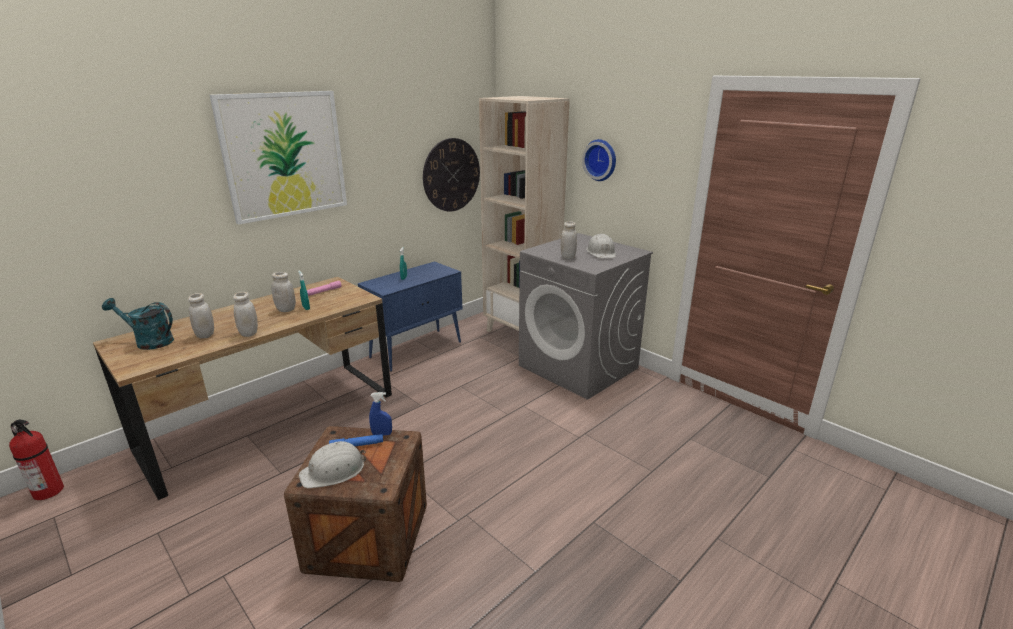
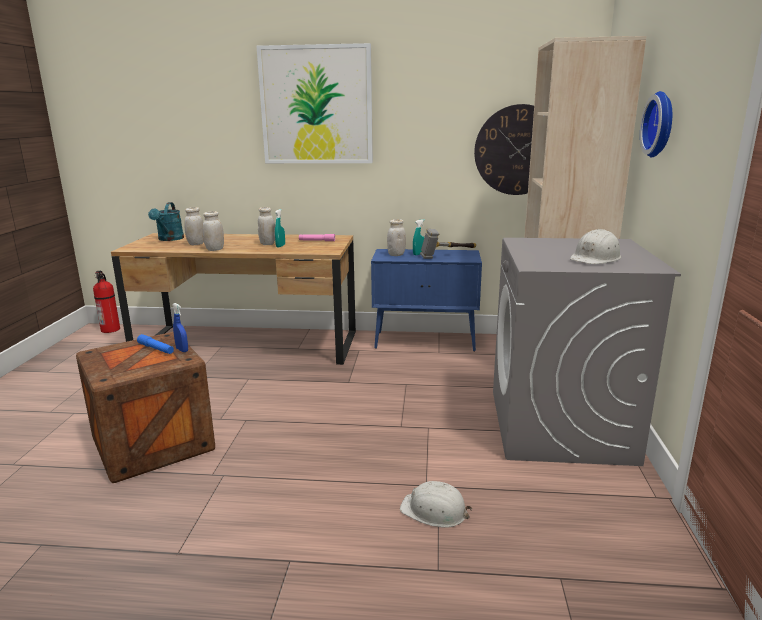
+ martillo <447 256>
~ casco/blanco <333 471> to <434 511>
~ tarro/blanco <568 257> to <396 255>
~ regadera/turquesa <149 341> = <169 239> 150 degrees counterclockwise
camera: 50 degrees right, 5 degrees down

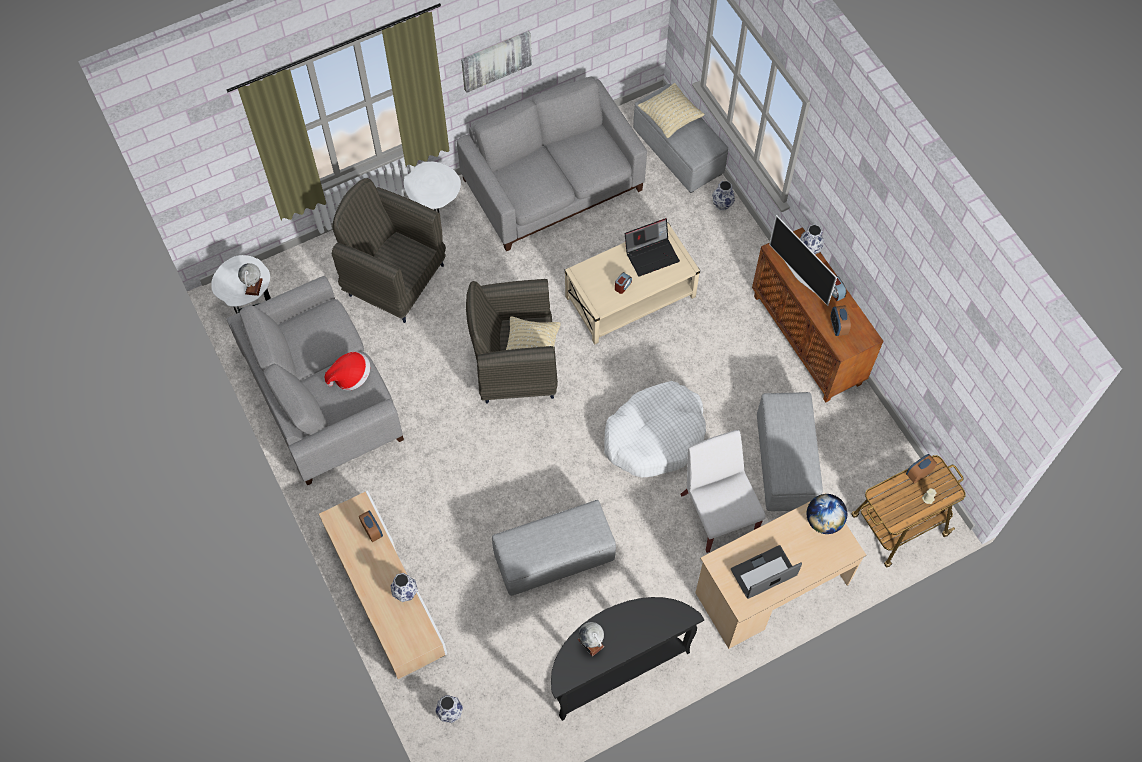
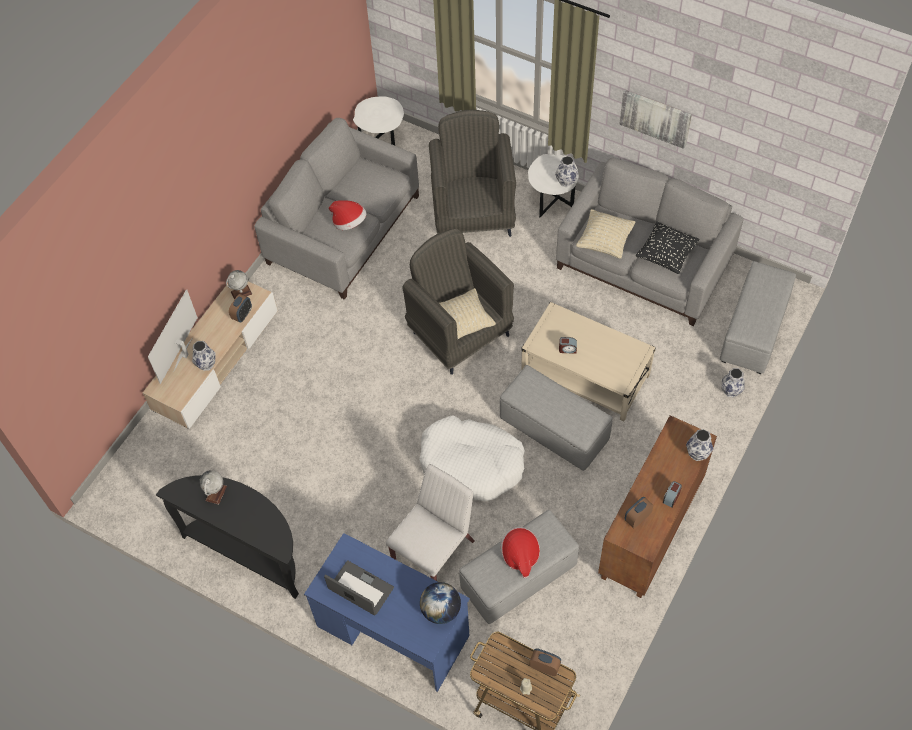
- portátil <652 254>
+ sombrero <520 555>
+ cojín/negro <665 255>
~ globo terráqueo <254 286> to <241 293>
~ florero <450 712> to <566 181>
~ puf/gris <553 557> to <553 429>
~ cojín/beis <670 118> to <604 242>
~ televisor <800 276> to <183 355>
~ escritorio/beis <771 589> to escritorio/azul <393 630>
camera: 60 degrees right, 5 degrees down

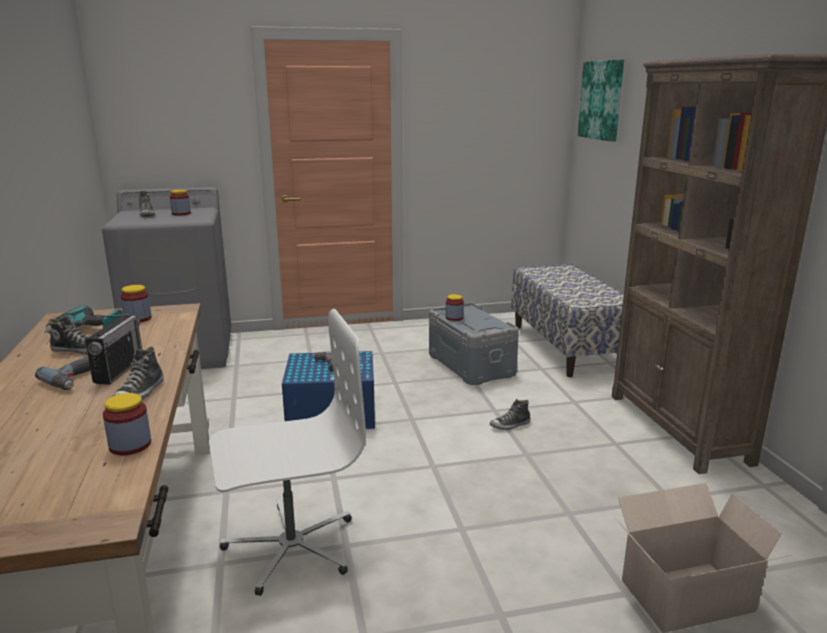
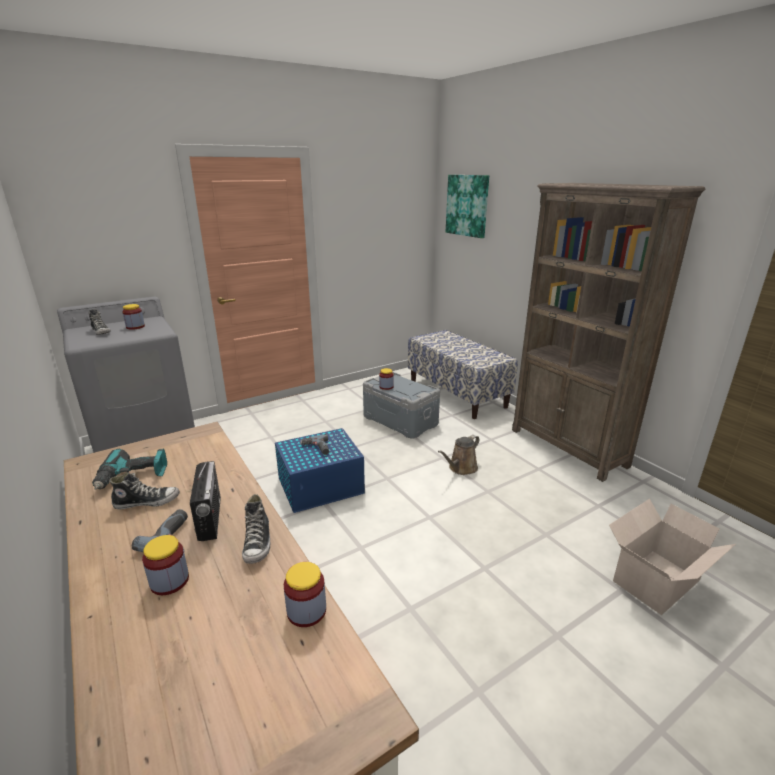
- silla de oficina/blanco <290 546>
~ tarro <137 319> to <169 581>
~ zapato <510 425> to regadera/marrón <461 468>
camera: 20 degrees left, 5 degrees up

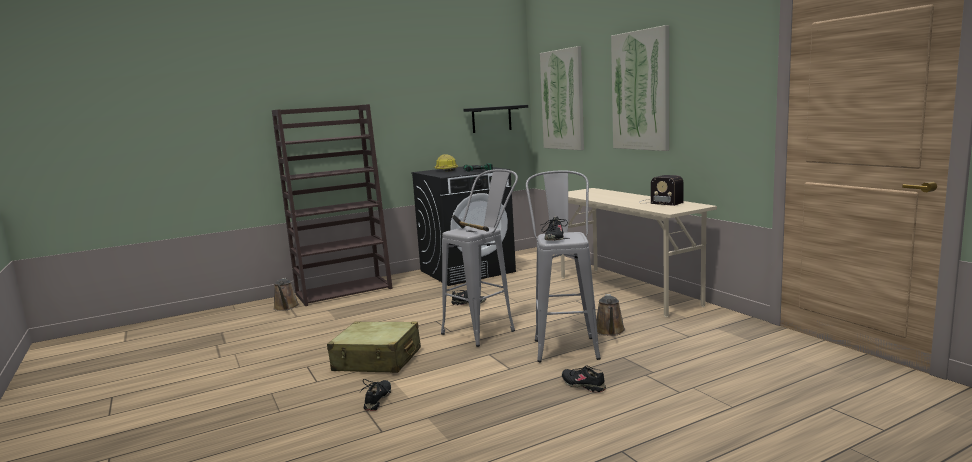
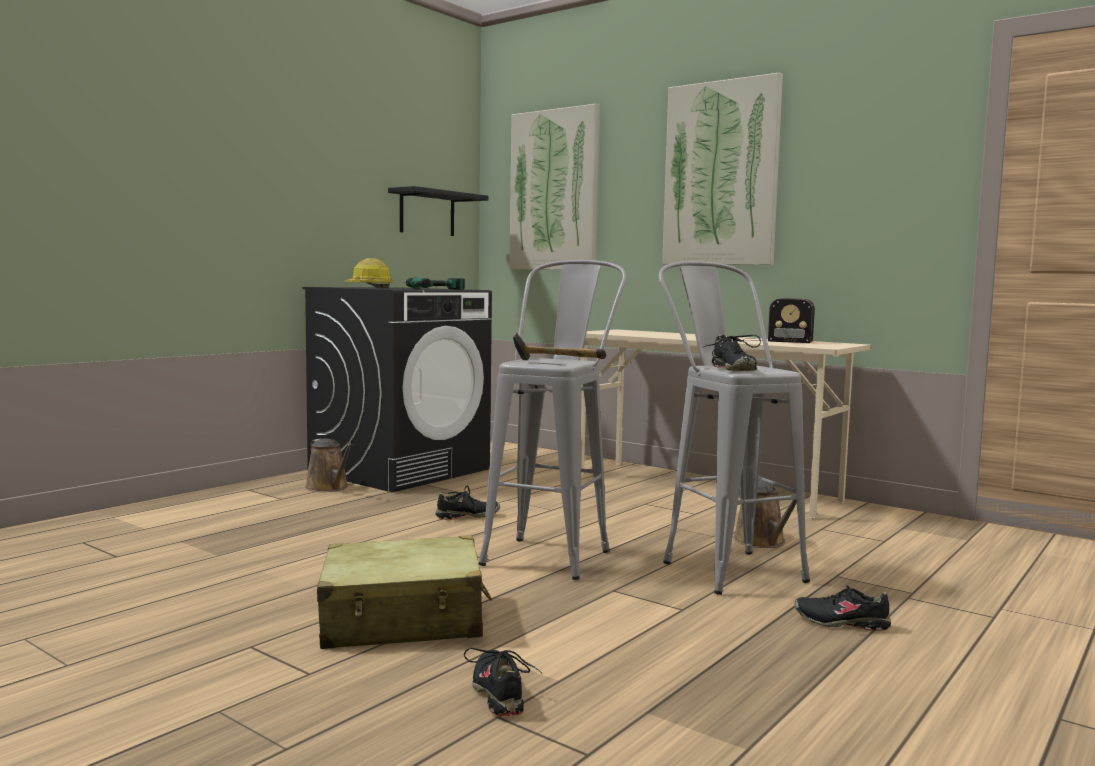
- estantería/marrón <344 291>
~ regadera/marrón <286 307> to <329 488>
camera: 25 degrees left, 5 degrees down

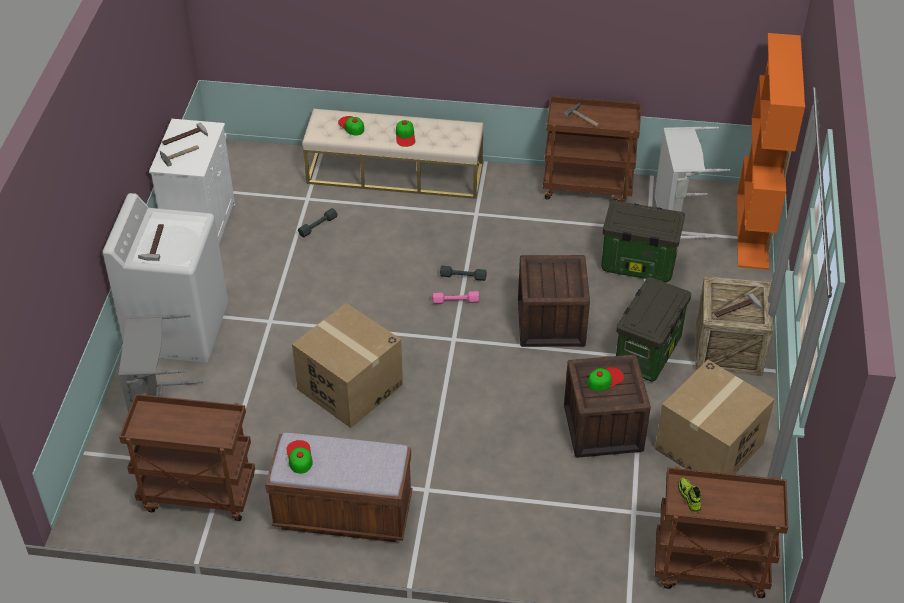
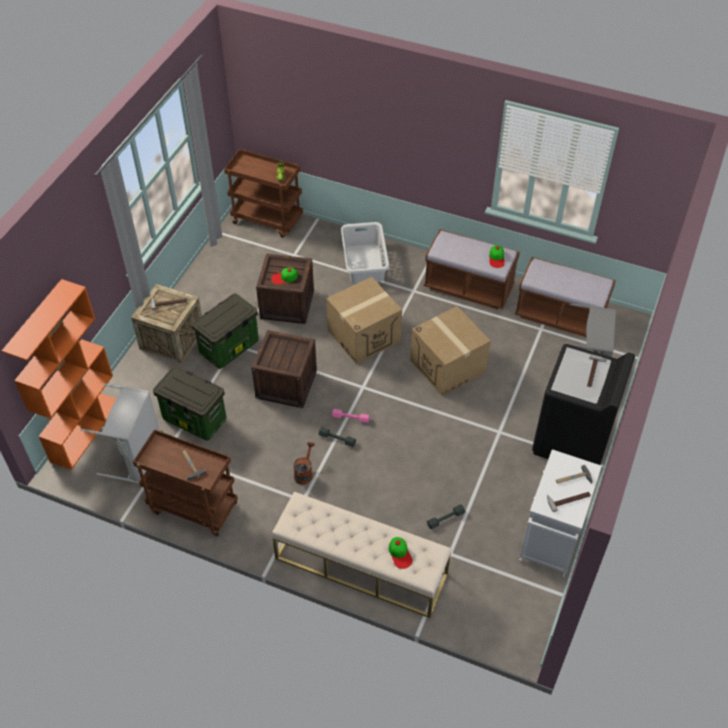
- gorra <405 136>
+ regadera/marrón <304 472>
+ cesto de la ropa/gris <364 264>
~ caja de cartón <709 447> to <364 335>
~ carrito/marrón <197 494> to banco/marrón <560 316>
~ lavadora/blanco <178 329> to lavadora/negro <572 440>
camera: 165 degrees left, 5 degrees up

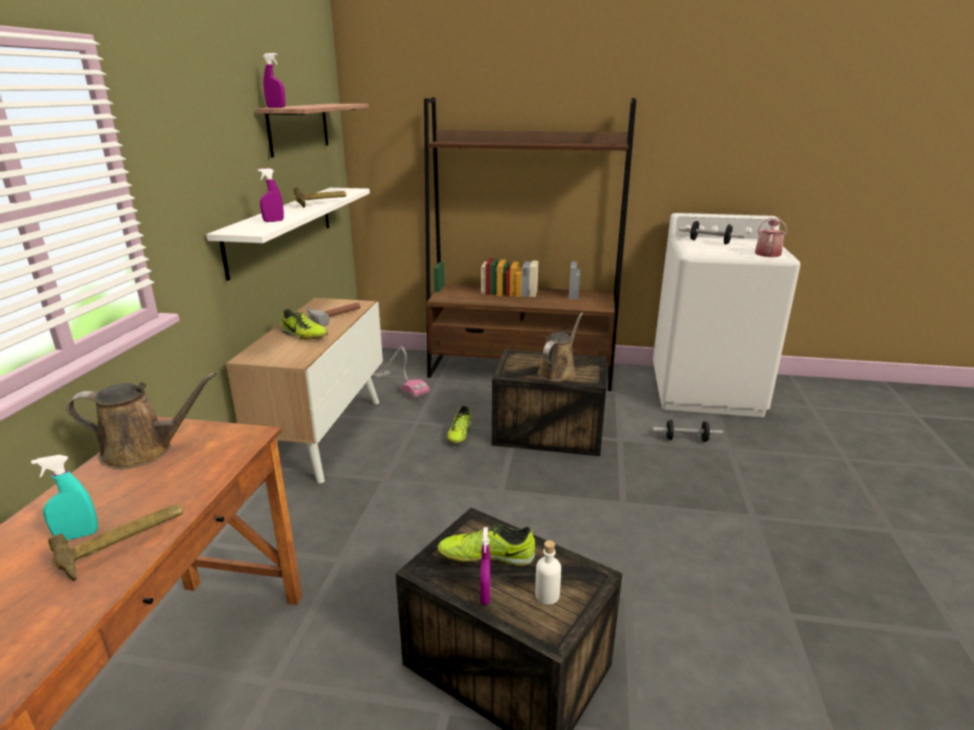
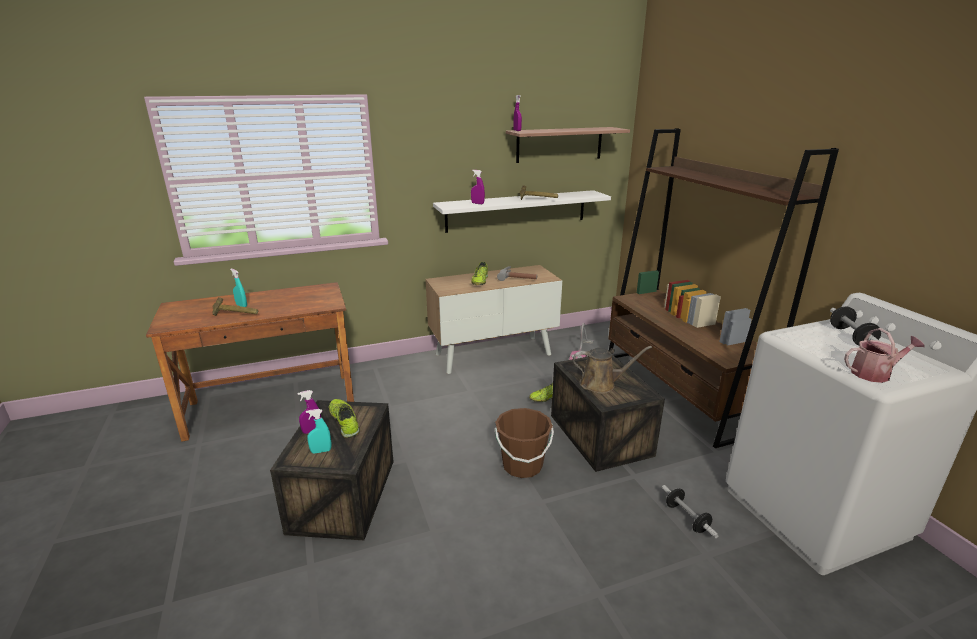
- regadera/marrón <144 451>
+ cubo/marrón <522 465>
~ botella/blanco <547 595> to pulverizador/turquesa <321 451>
camera: 60 degrees right, 0 degrees up

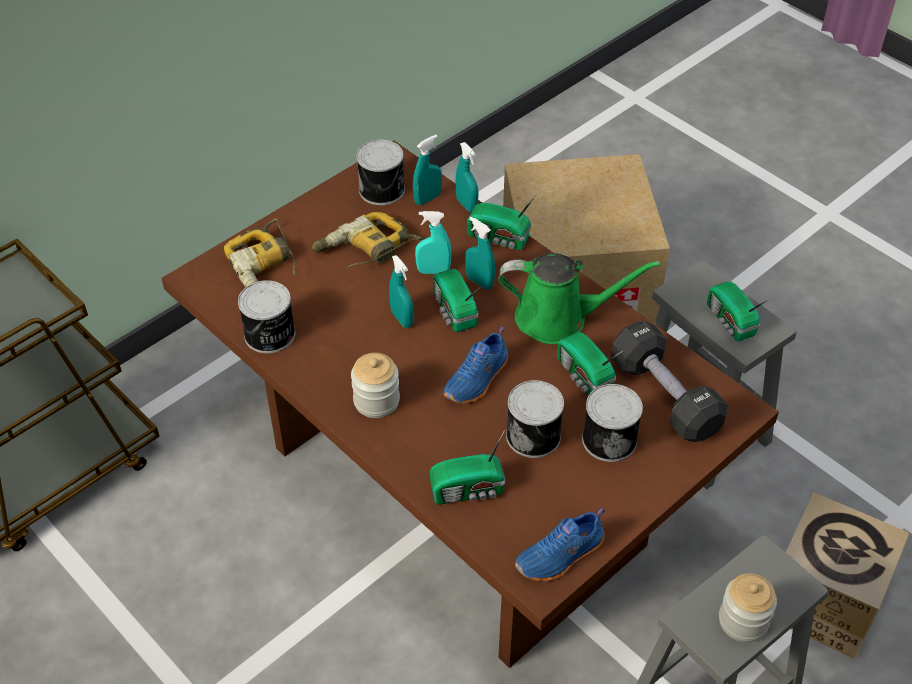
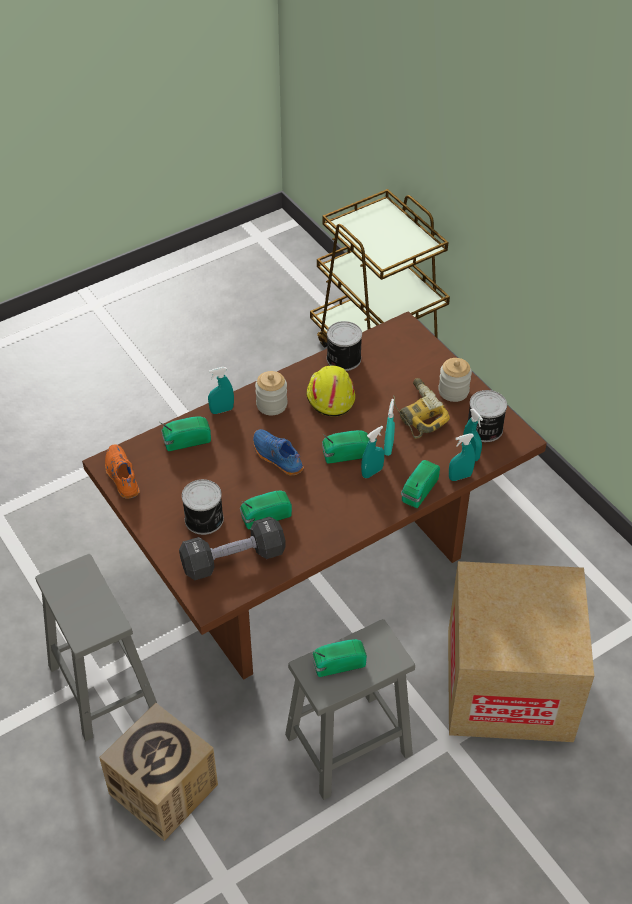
- taladro <265 267>
- regadera/verde <558 318>
- lata <534 435>
+ casco/amarillo <329 396>
~ pulverizador/turquesa <402 319> to <222 410>
~ tarro <743 621> to <453 391>
~ zapato/azul <561 556> to zapato/naranja <121 477>
~ radio <469 490> = <185 440> 75 degrees clockwise
camera: 100 degrees right, 0 degrees up

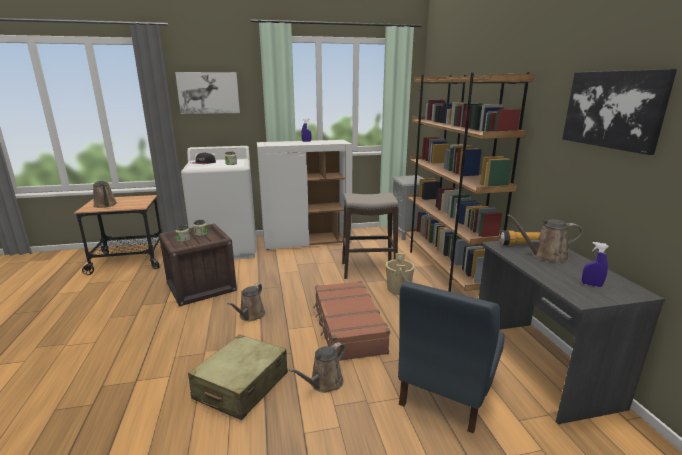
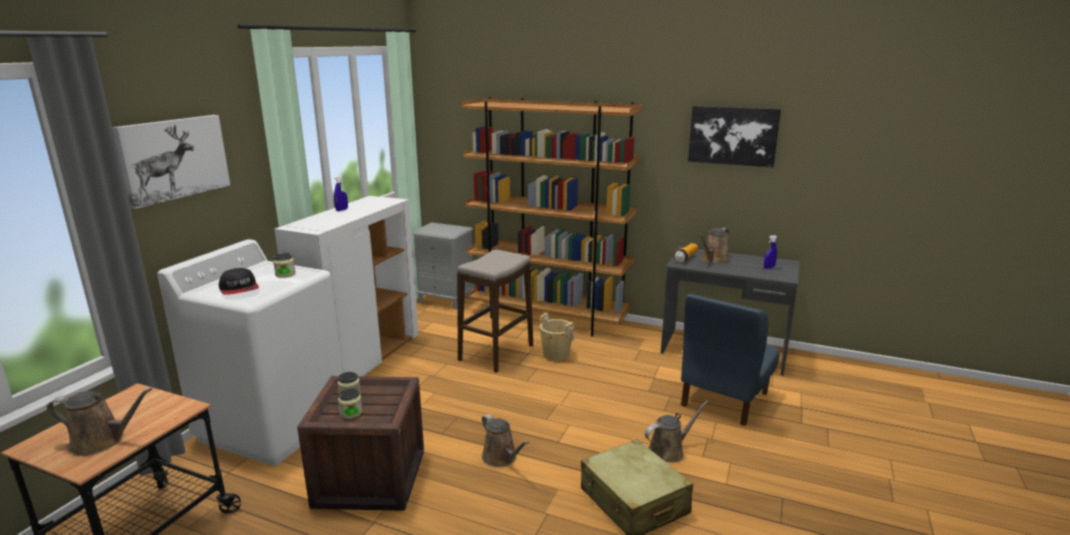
- maleta/marrón <348 328>
~ regadera/marrón <324 383> = <669 451> 105 degrees counterclockwise
~ silla/azul <445 391> = <723 399> 60 degrees clockwise
camera: 55 degrees left, 0 degrees up

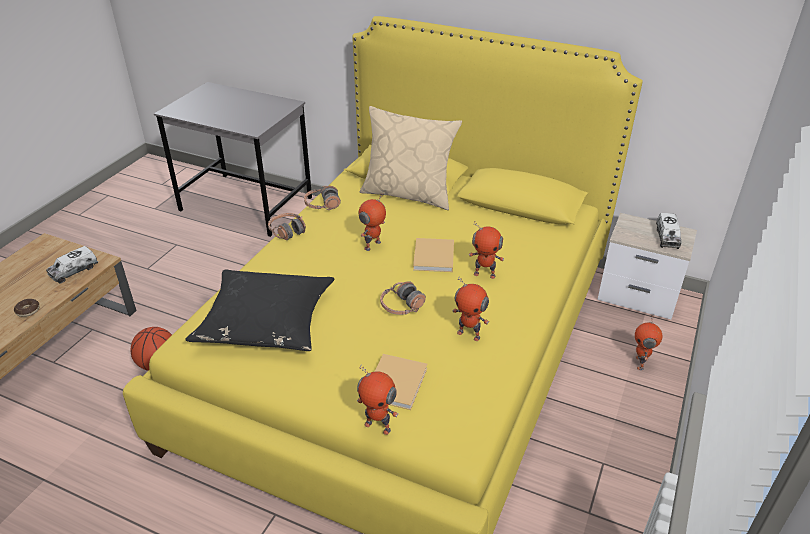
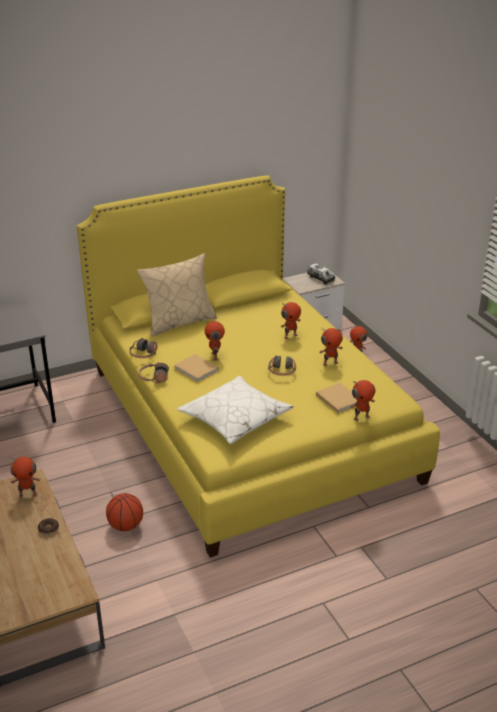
~ libro/beis <433 258> to <197 370>
~ camión de juguete <74 271> to robot de juguete <28 494>
~ cojín/negro <266 321> to cojín/blanco <235 418>
camera: 50 degrees left, 5 degrees down

